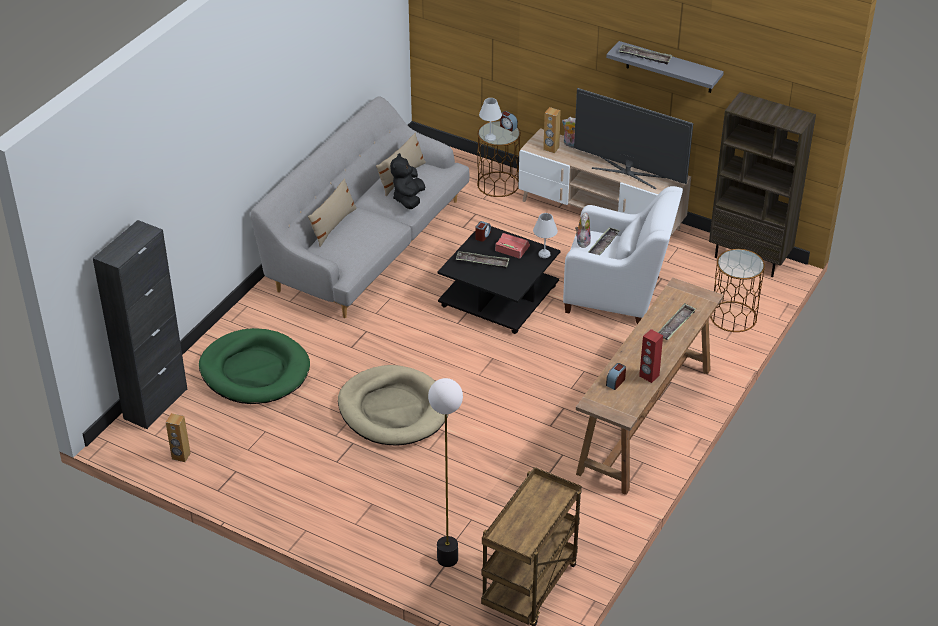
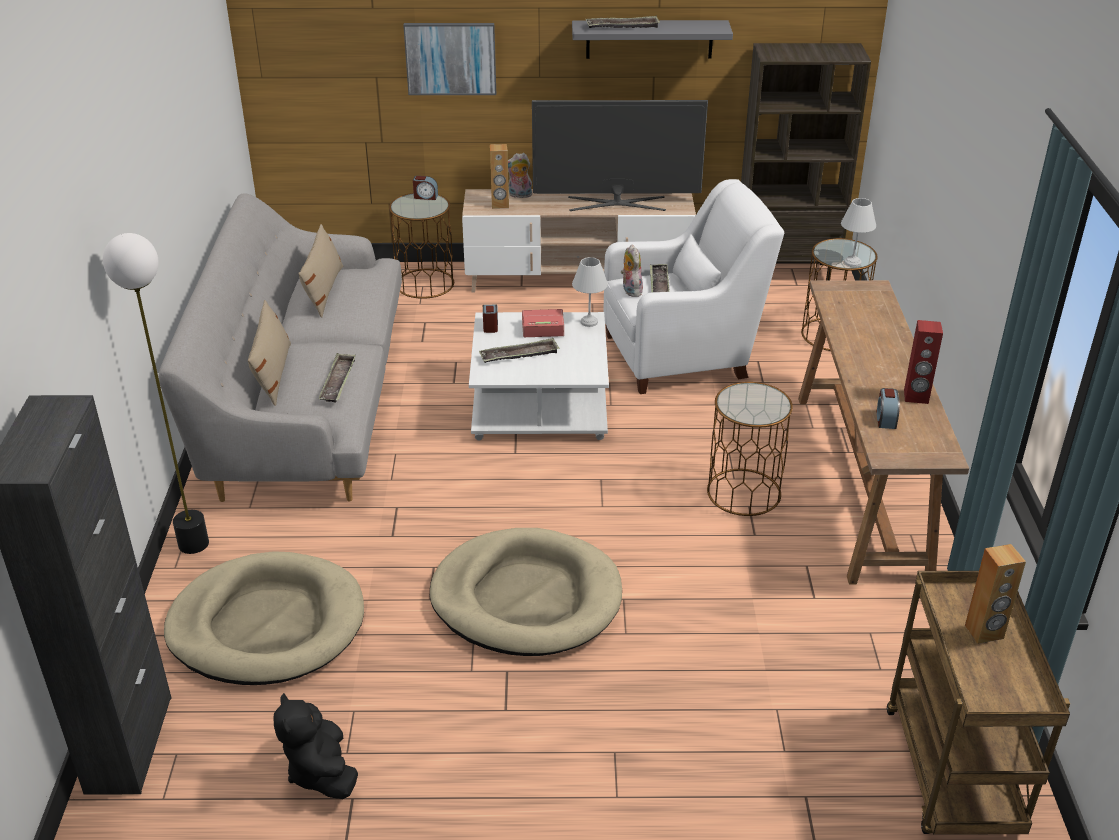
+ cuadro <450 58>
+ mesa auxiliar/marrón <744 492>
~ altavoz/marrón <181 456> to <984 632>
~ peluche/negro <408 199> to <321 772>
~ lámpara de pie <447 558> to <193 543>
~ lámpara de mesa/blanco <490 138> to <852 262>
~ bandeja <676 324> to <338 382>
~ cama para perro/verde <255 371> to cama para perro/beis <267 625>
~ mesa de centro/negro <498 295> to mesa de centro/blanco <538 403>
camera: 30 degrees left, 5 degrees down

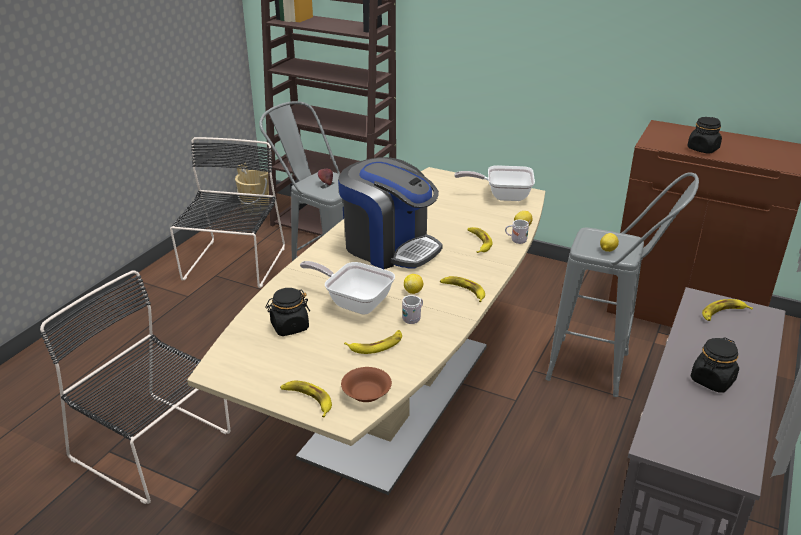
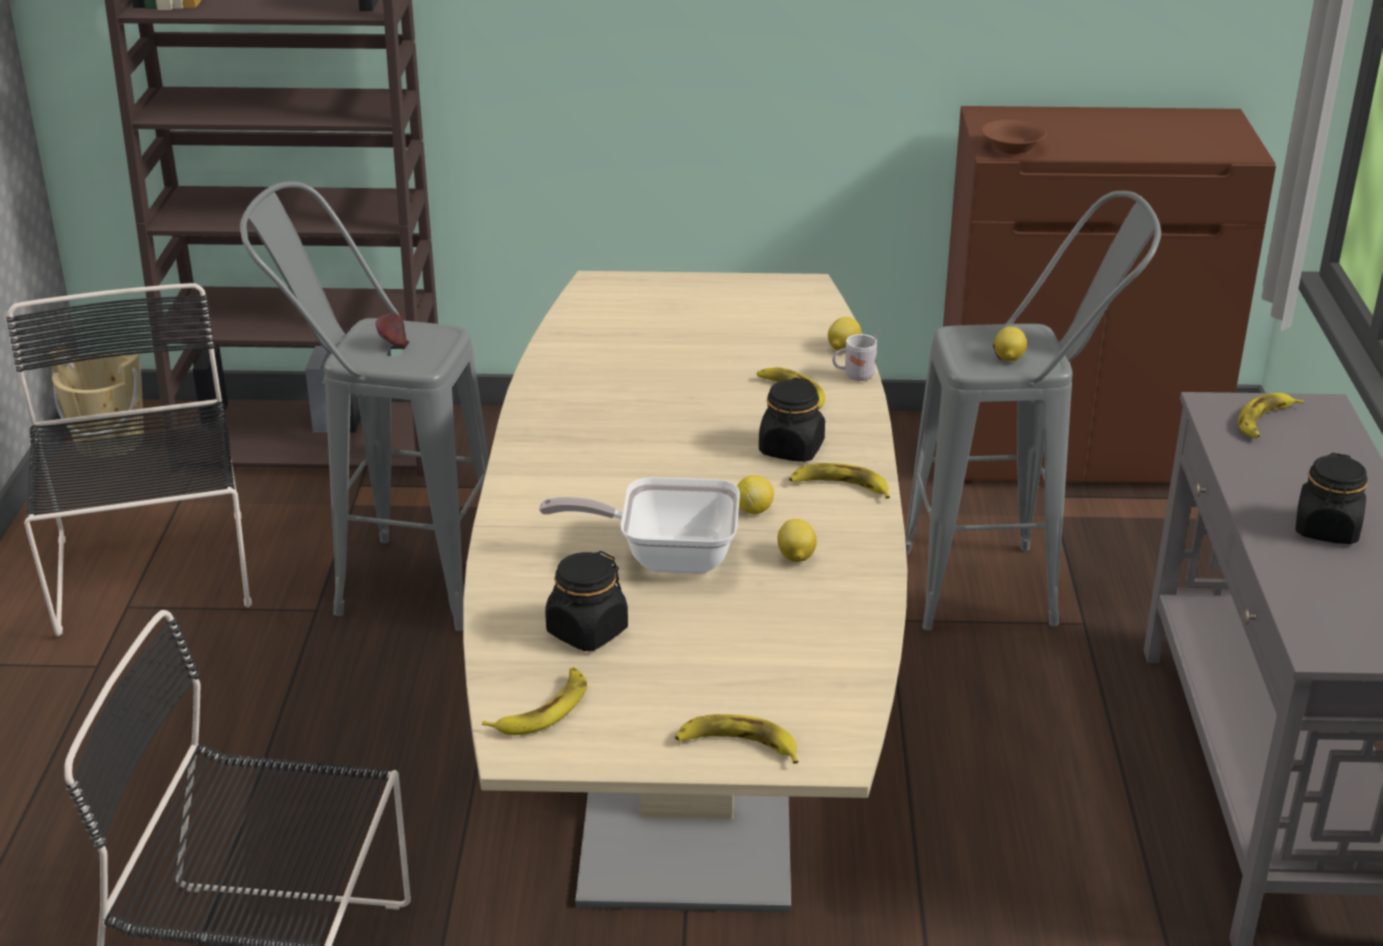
- cafetera <390 247>
- sartén <503 195>
~ cuenco/marrón <367 393> to <1012 148>
~ plátano <376 345> to <543 709>
~ tarro/negro <702 149> to <791 449>
~ taza grande/blanco <413 319> to limón <795 557>
camera: 25 degrees left, 0 degrees up

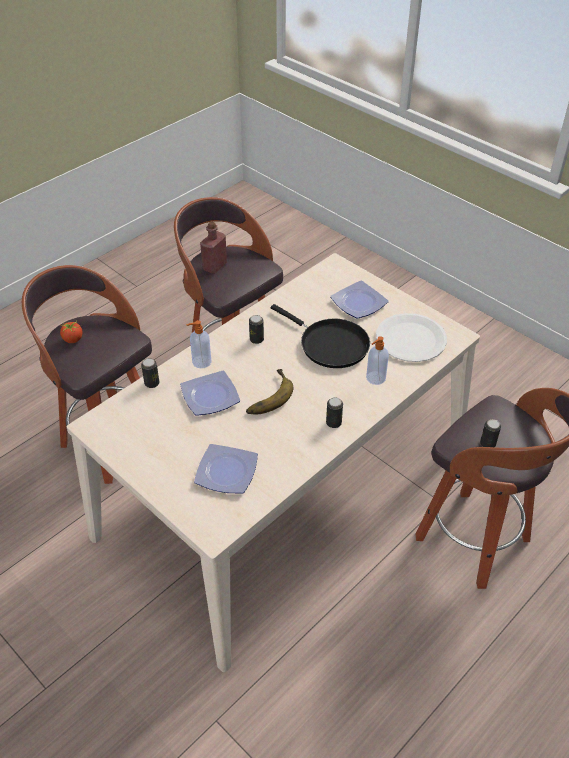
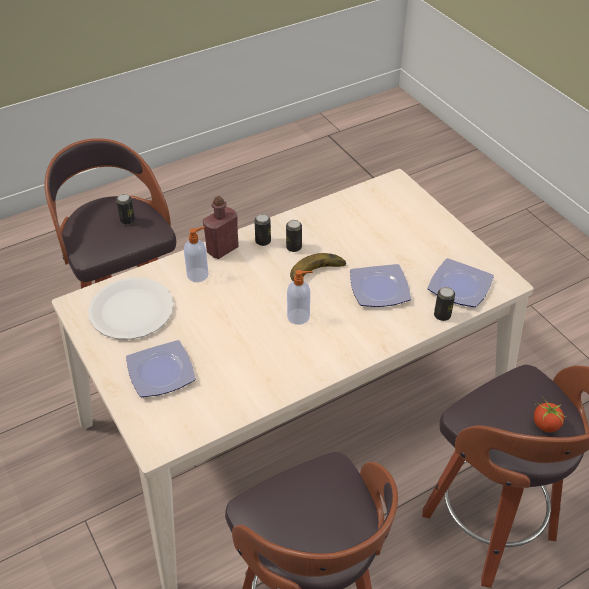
- sartén/negro <330 344>
~ dispensador de jabón <201 362> to <299 316>
~ plato <228 471> to <458 287>
~ botella/rojo <214 266> to <222 249>
~ lata <256 339> to <294 247>
camera: 165 degrees left, 0 degrees up

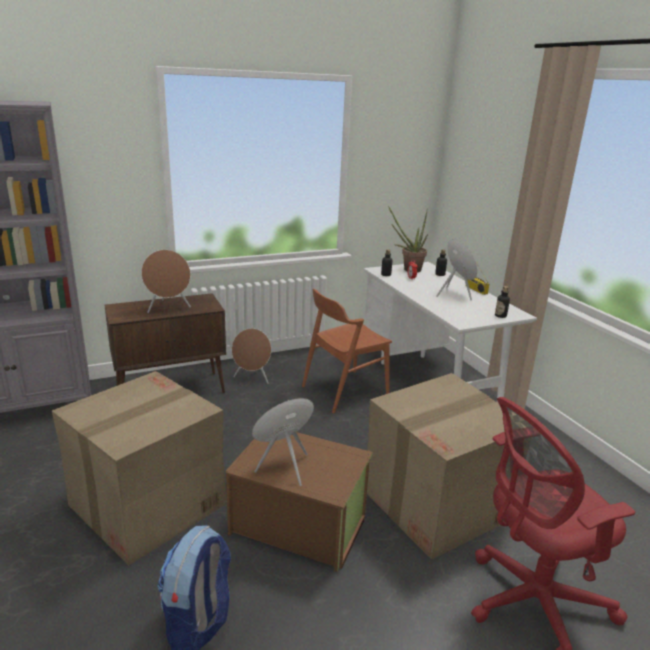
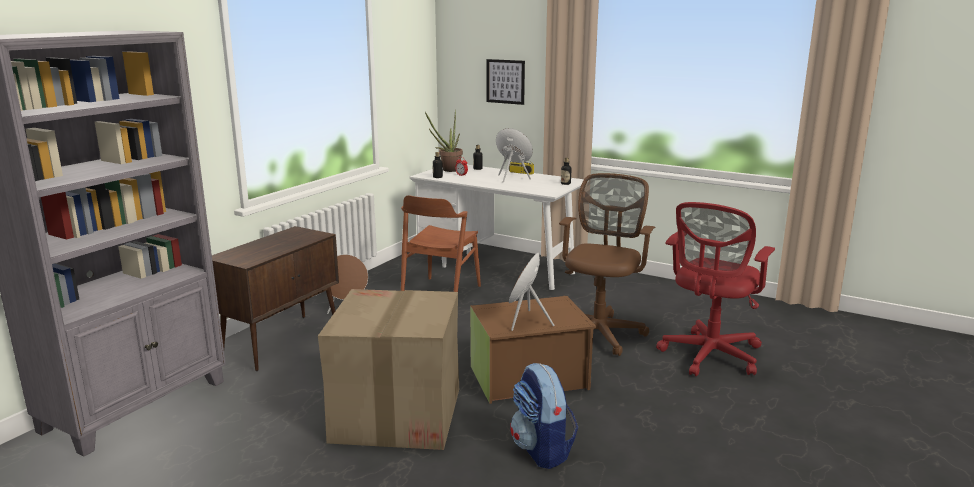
- altavoz/marrón <168 308>
+ cuadro <505 81>
~ caja de cartón <437 503> to silla de oficina/marrón <599 333>
camera: 35 degrees left, 5 degrees down

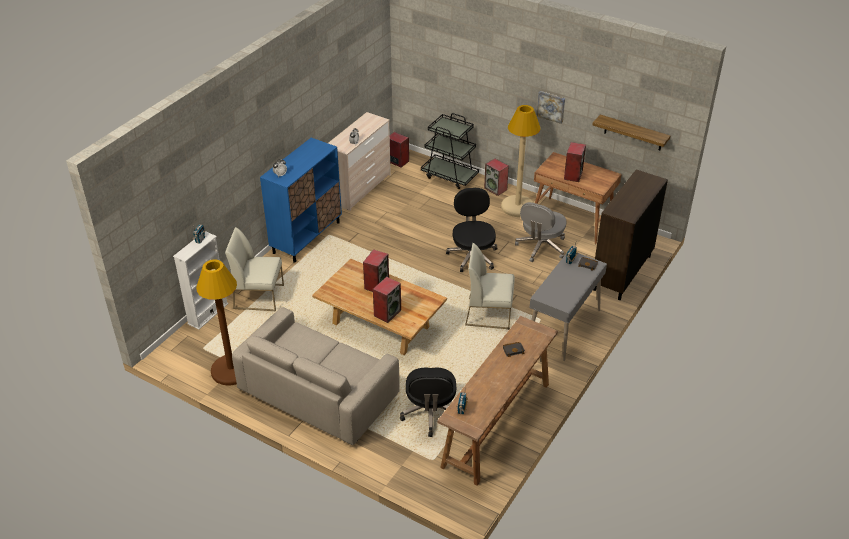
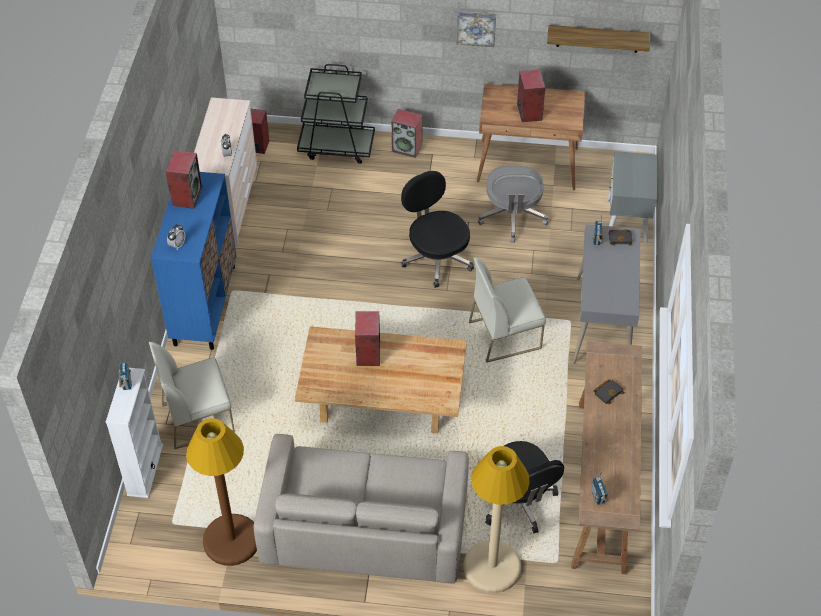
~ altavoz <387 312> to <186 196>
~ lámpara de pie/beis <517 207> to <492 567>
~ armario/marrón <622 273> to mesita de noche/gris <627 221>
camera: 25 degrees left, 10 degrees up

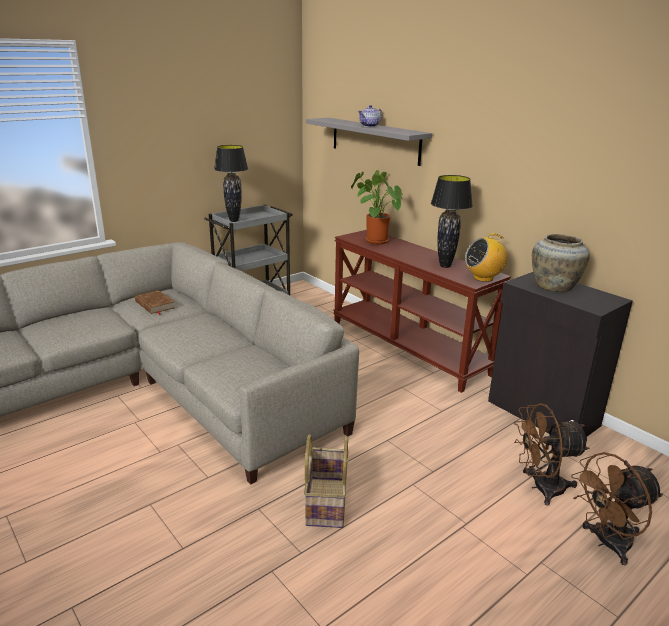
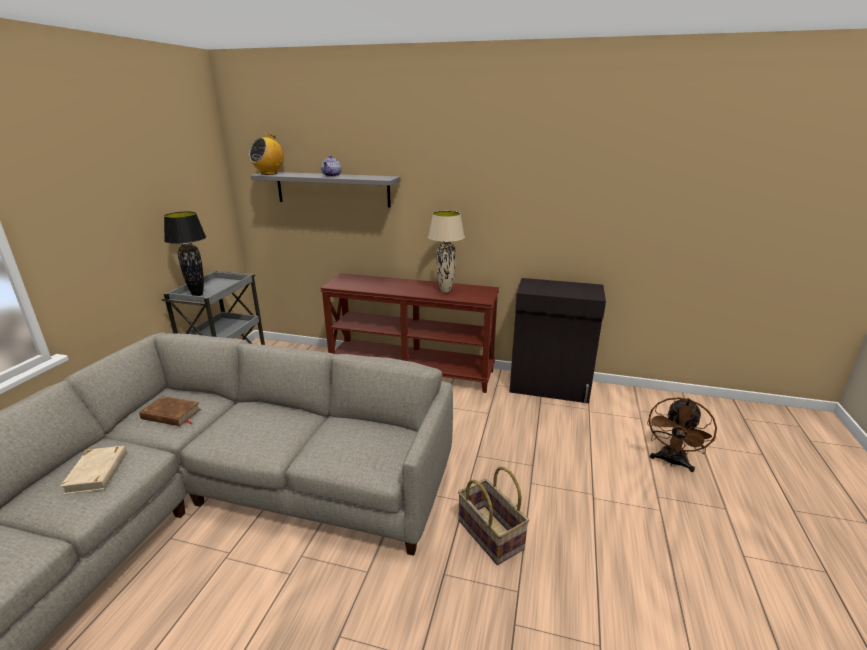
- planta en maceta <374 240>
- ventilador/marrón <540 488>
- florero/beis <554 287>
+ libro/beis <97 472>
~ radio <483 278> to <269 173>
~ lámpara de mesa/negro <445 266> to lámpara de mesa/beis <445 291>
camera: 35 degrees left, 0 degrees up

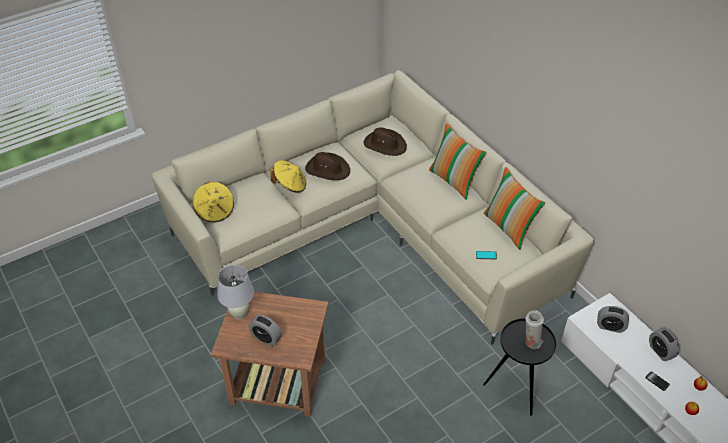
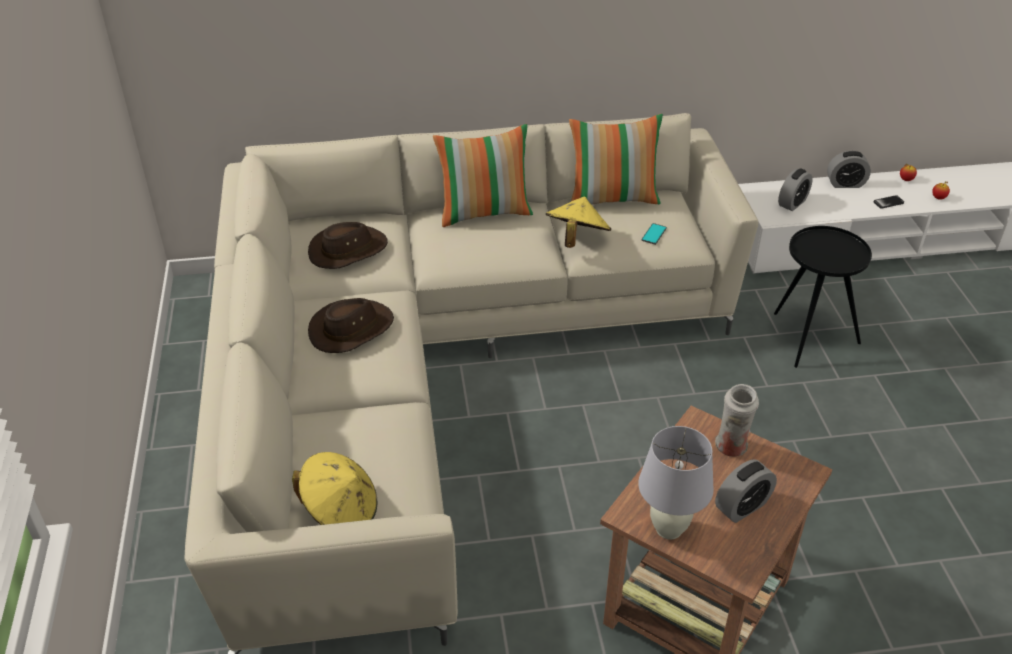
~ sombrero/amarillo <290 185> to <576 239>
~ florero/blanco <531 342> to <731 448>
camera: 65 degrees left, 5 degrees down

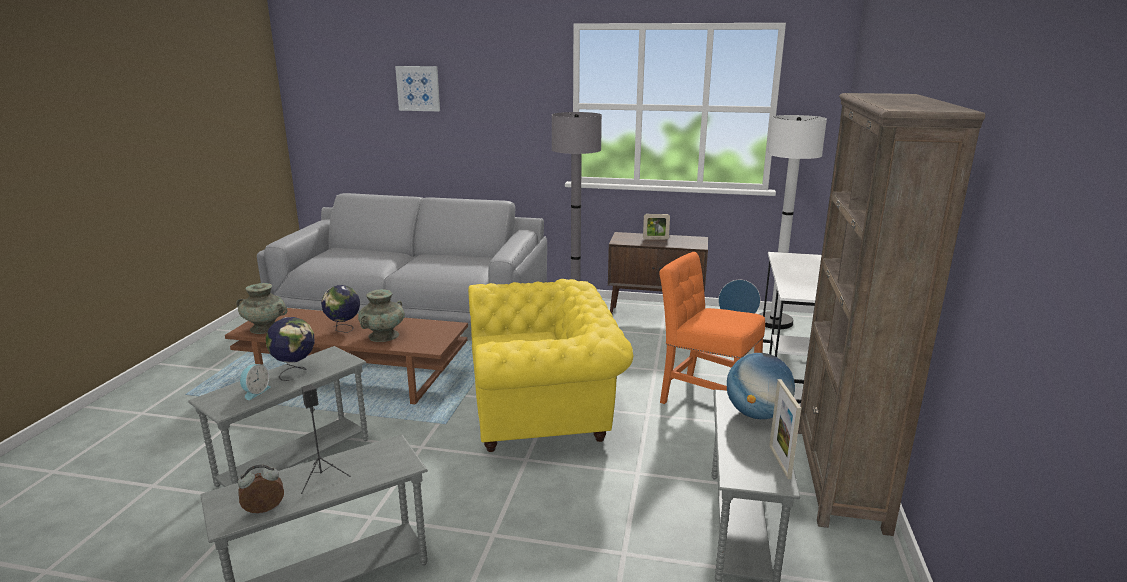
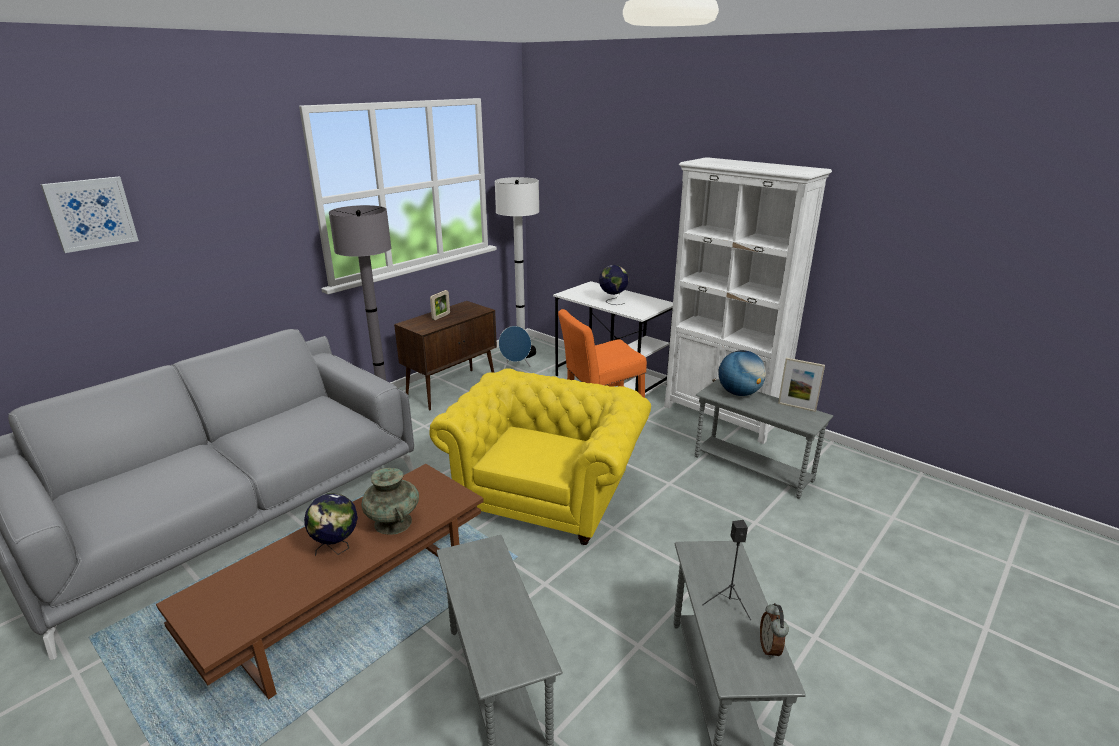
- florero/turquesa <265 328>
- despertador <255 392>
~ globo terráqueo <295 371> to <612 301>
~ estantería/marrón <839 477> to estantería/blanco <722 416>
camera: 60 degrees left, 5 degrees up

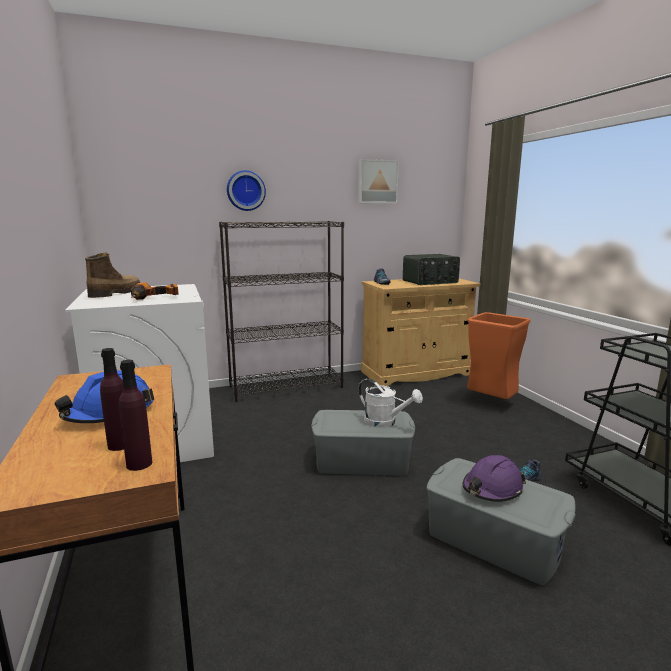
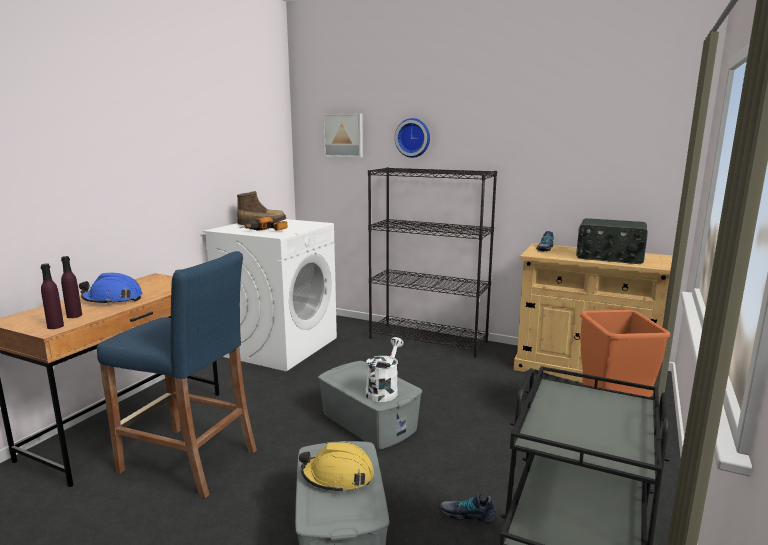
+ taburete/azul <188 461>
~ cuadro <377 182> to <344 135>
~ casco/morado <492 489> to casco/amarillo <338 477>
~ regadera/blanco <385 422> = <384 390> 150 degrees counterclockwise
camera: 45 degrees right, 0 degrees up

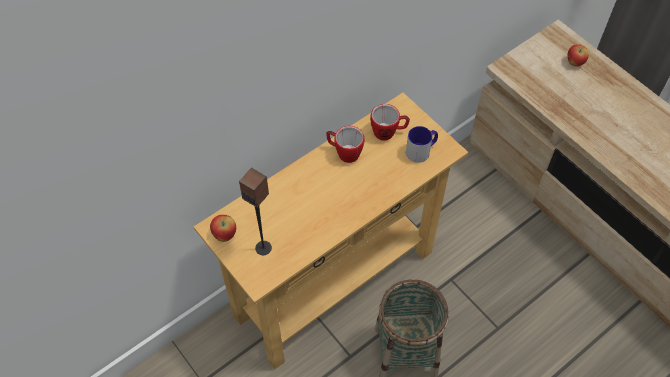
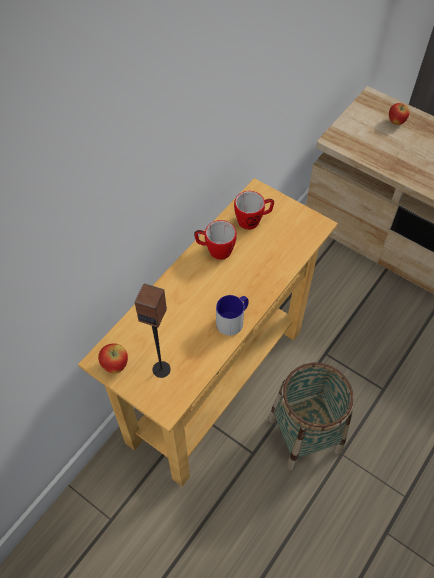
~ taza grande <421 151> to <233 320>
camera: 15 degrees left, 0 degrees up

